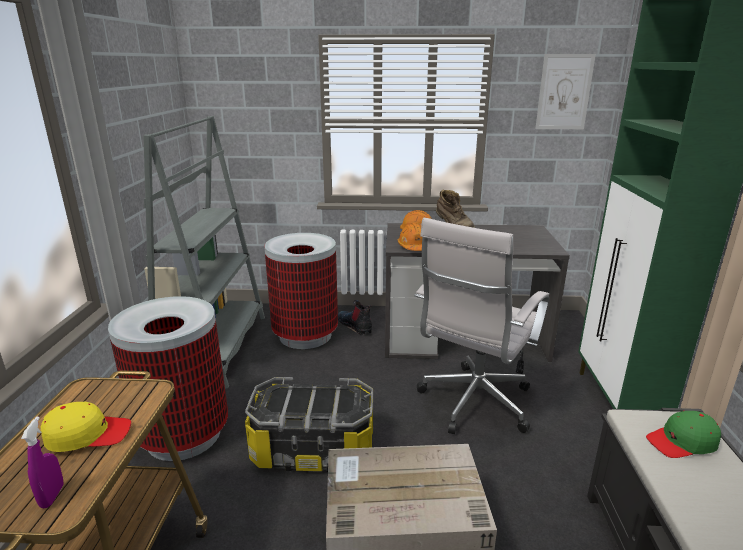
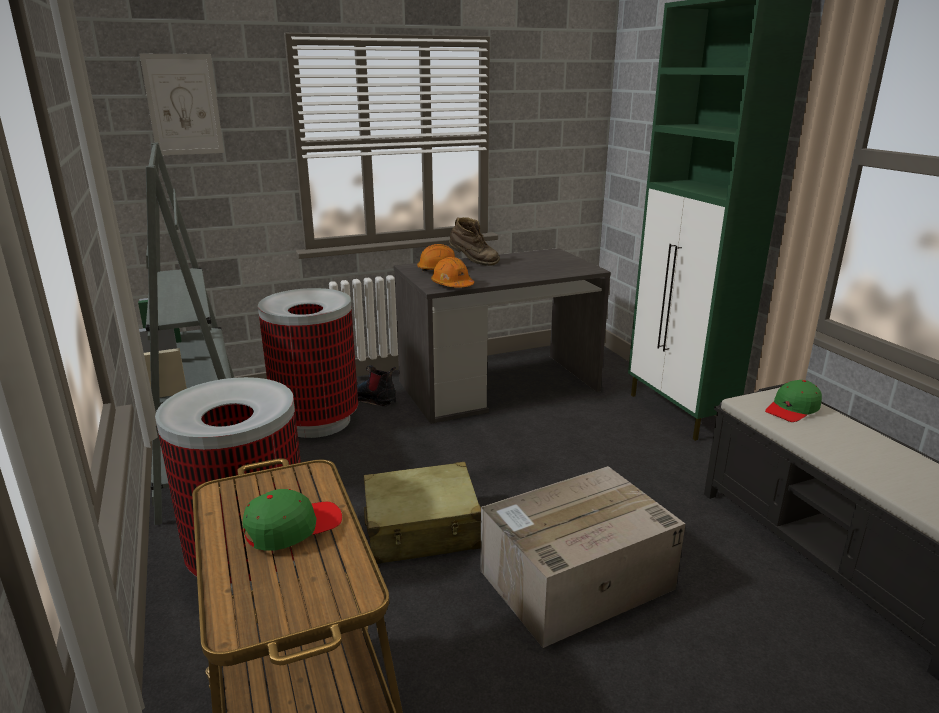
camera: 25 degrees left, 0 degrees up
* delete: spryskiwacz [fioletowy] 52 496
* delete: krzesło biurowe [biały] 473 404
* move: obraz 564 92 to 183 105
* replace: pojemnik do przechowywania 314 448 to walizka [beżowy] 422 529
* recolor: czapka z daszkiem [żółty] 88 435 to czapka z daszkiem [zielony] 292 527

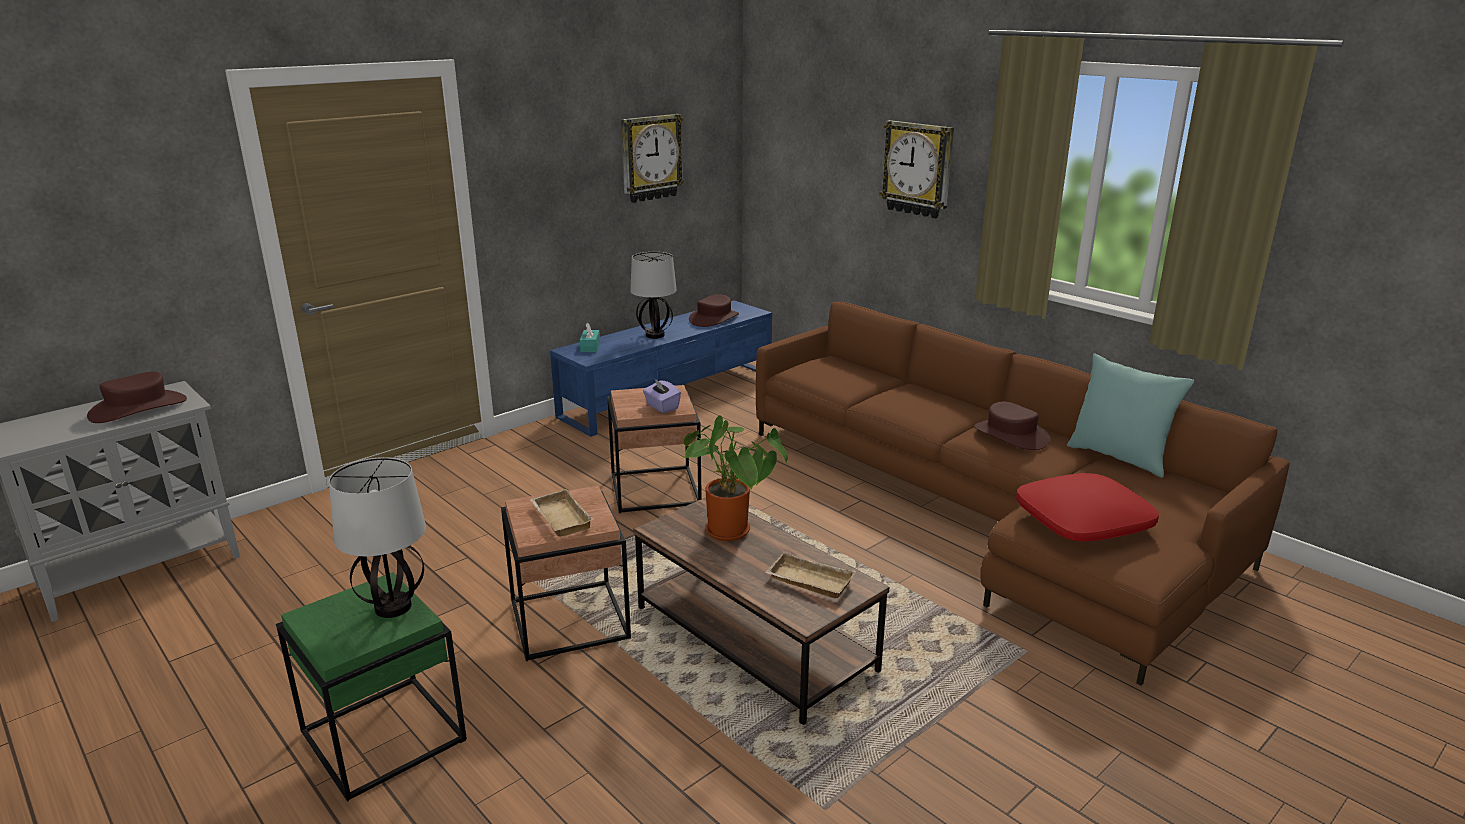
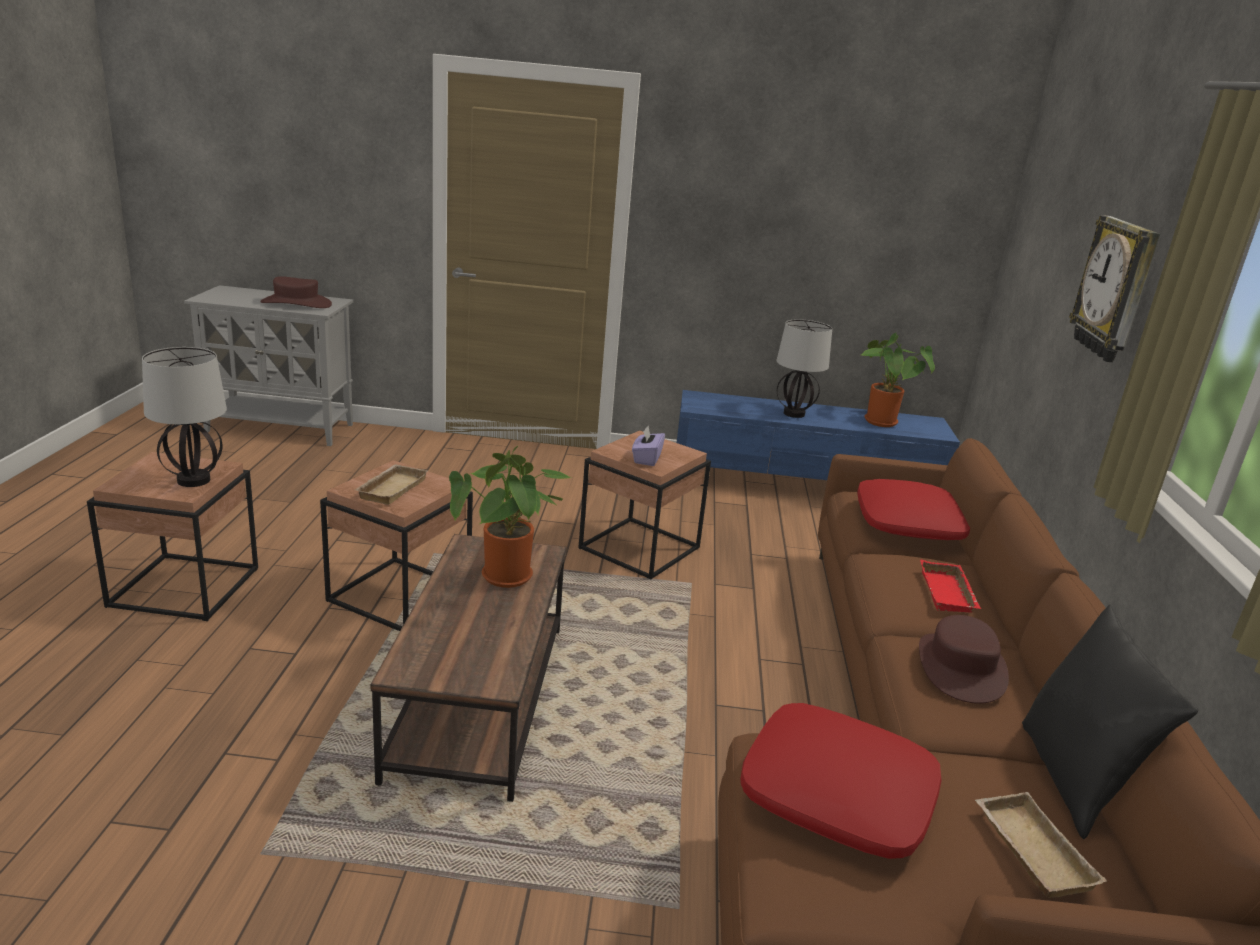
camera: 45 degrees right, 0 degrees up
* delete: pudełko chusteczek [turkusowy] 590 347
* delete: zegar ścienny 650 158
* insert: poduszka [czerwony] 909 523
* insert: taca [czerwony] 949 593
* move: taca [beżowy] 808 582 to 1029 850
* replace: kapelusz [brązowy] 714 318 to roślina doniczkowa 883 423
* recolor: stolik [zielony] 381 736 to stolik [brązowy] 184 586
* recolor: poduszka [turkusowy] 1119 457 to poduszka [czarny] 1074 779

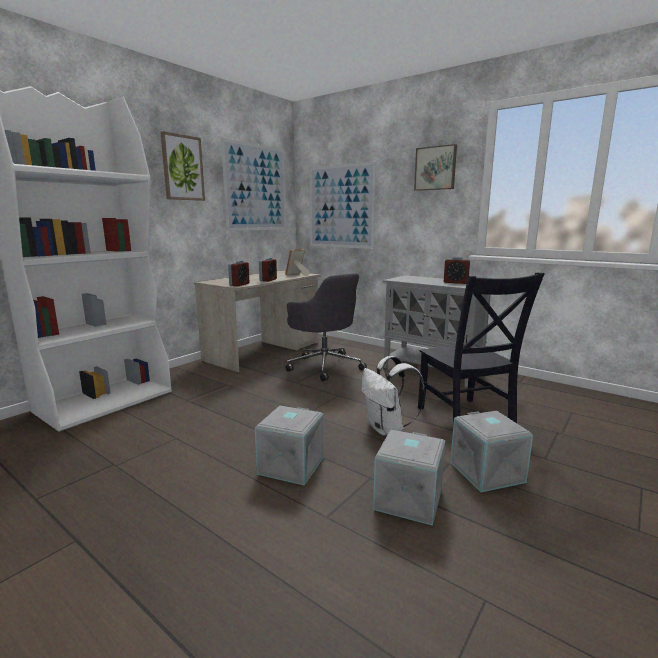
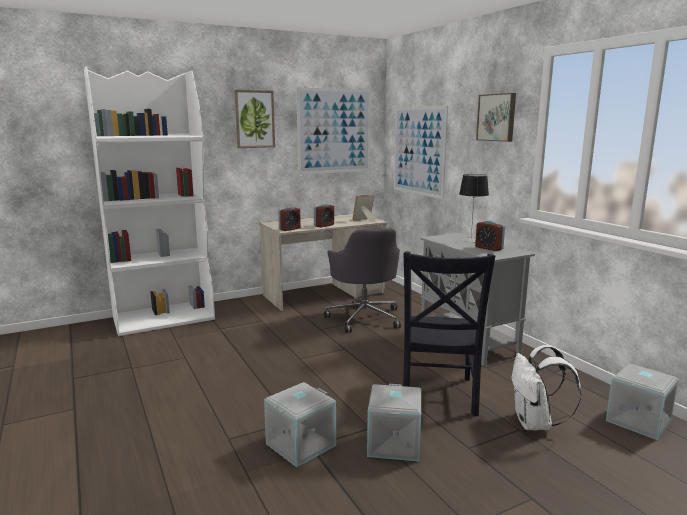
camera: 25 degrees right, 0 degrees up
* insert: lampa stołowa 471 240
* move: pojemnik do przechowywania [szary] 290 465 to 637 420
* move: plecak [biały] 387 429 to 535 424

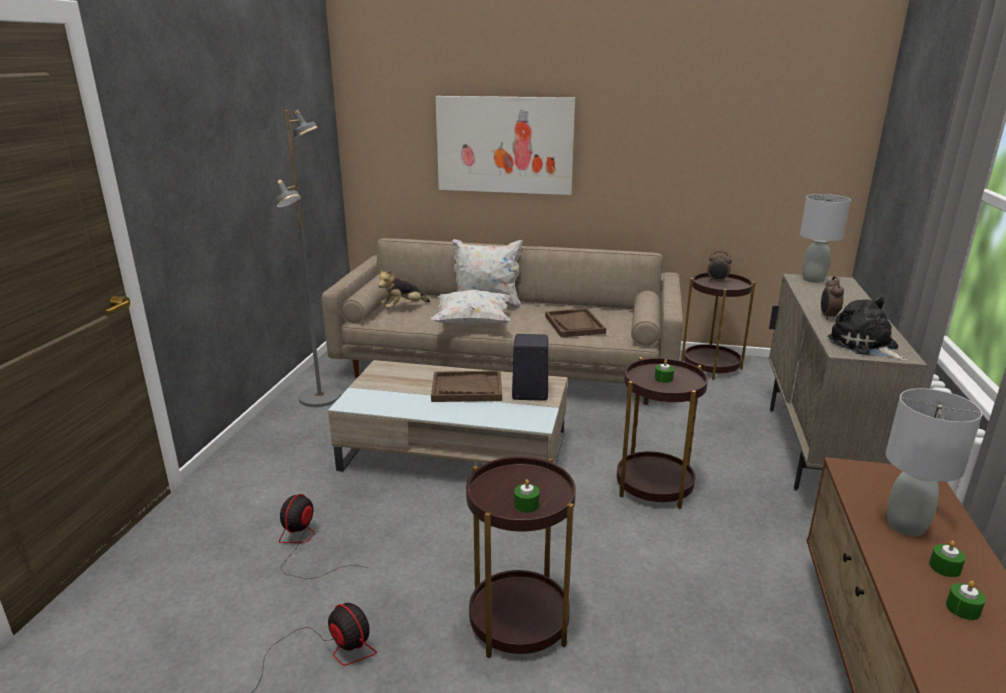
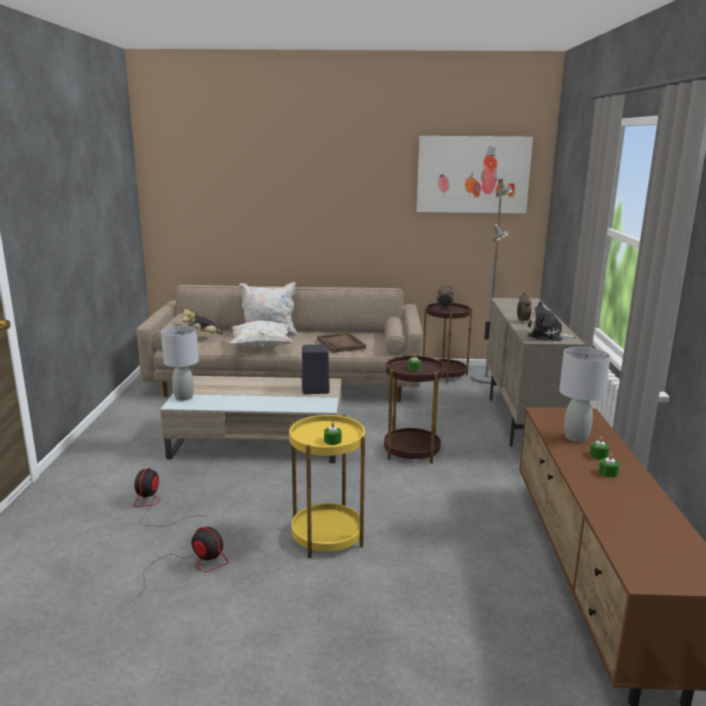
camera: 10 degrees left, 5 degrees down
* delete: taca [brązowy] 466 389
* move: lampa stojąca [szary] 321 397 to 487 378
* move: obraz 504 145 to 473 174
* move: lampa stołowa [szary] 813 280 to 183 397
* recolor: stolik [brązowy] 519 622 to stolik [żółty] 327 536
* rotate: pluszak 865 345 = 546 336 45 degrees counterclockwise

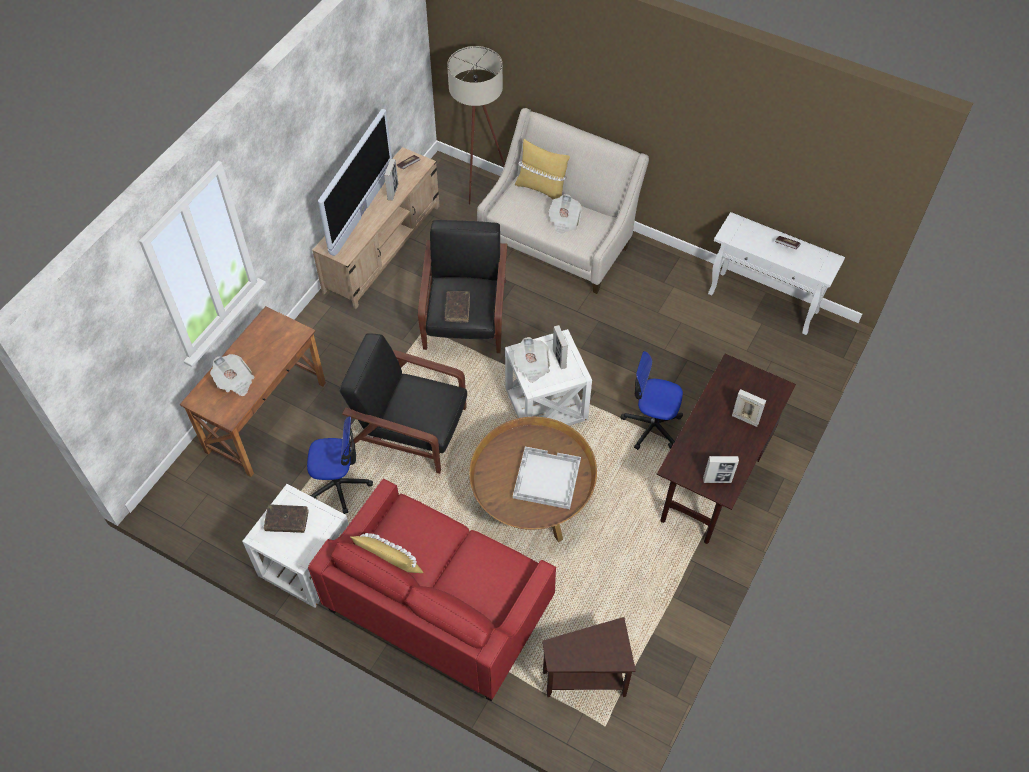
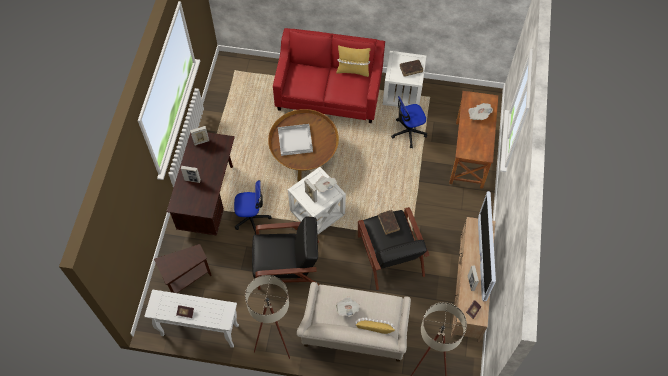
camera: 160 degrees right, 5 degrees up
* insert: lampa stojąca [beżowy] 275 339
* move: fotel [czarny] 410 428 to 287 265
* move: stolik [brązowy] 587 678 to 186 280

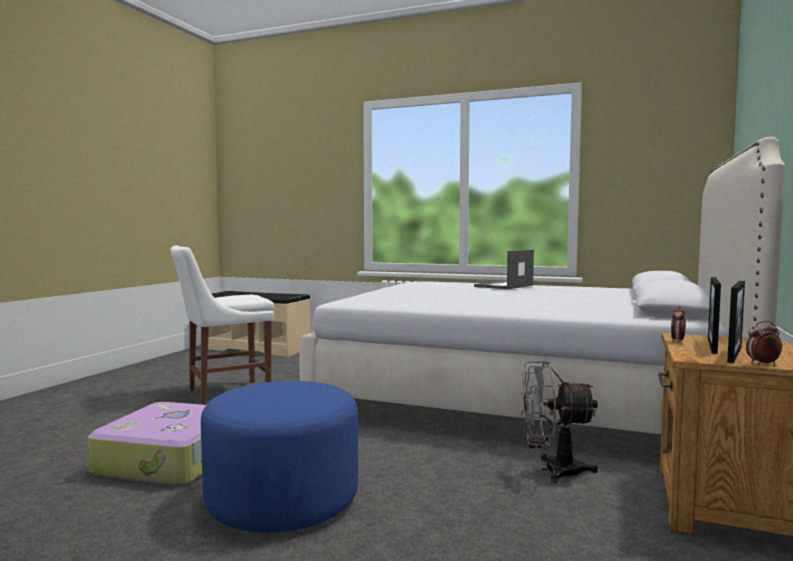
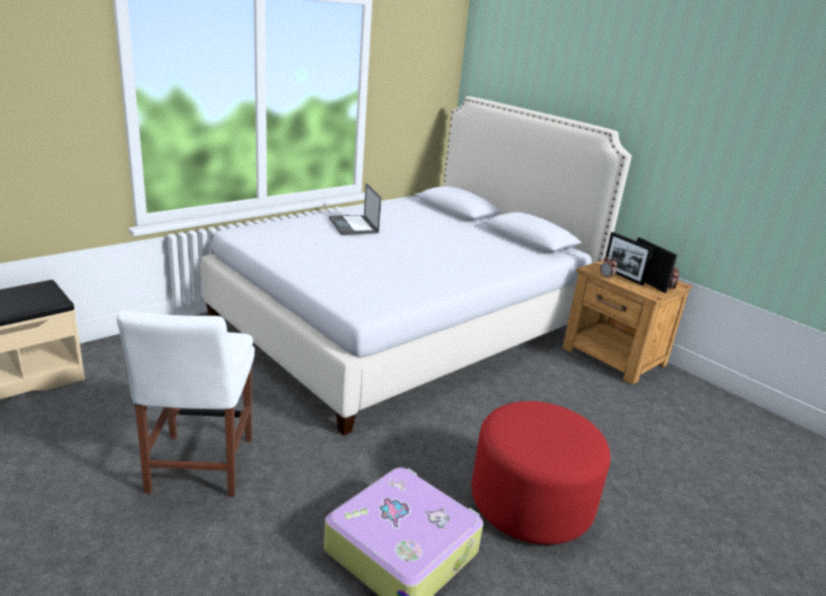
camera: 65 degrees left, 20 degrees up
* delete: wentylator [szary] 553 470
* recolor: pufa [niebieski] 282 499 to pufa [czerwony] 530 503

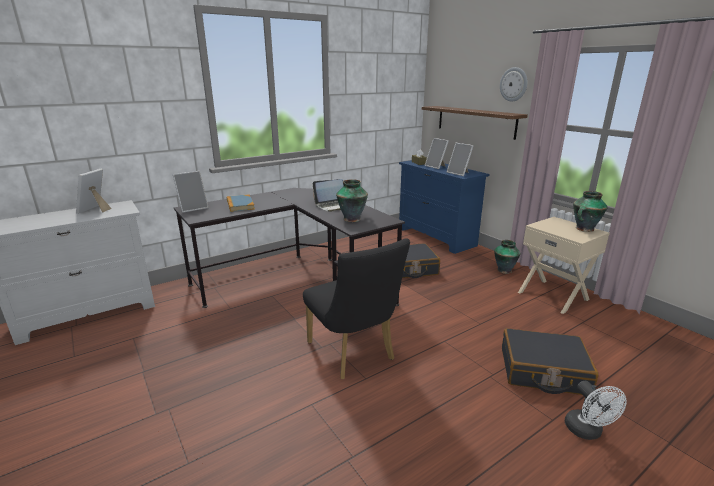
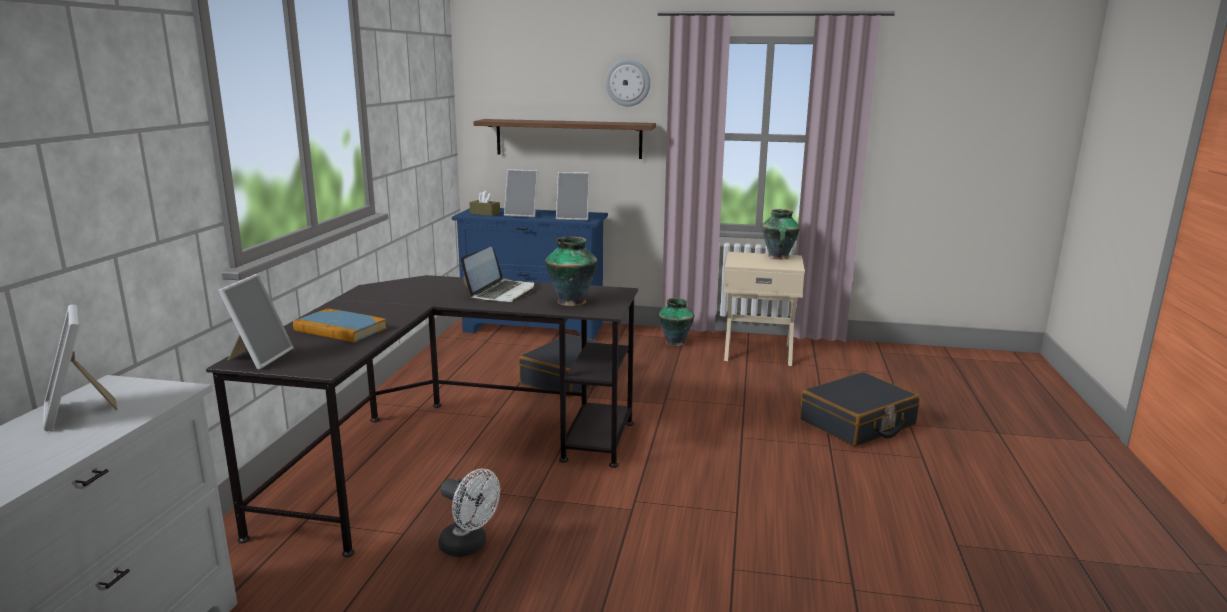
camera: 45 degrees left, 5 degrees down
* delete: krzesło [czarny] 354 354
* move: wentylator [biały] 587 432 to 469 546

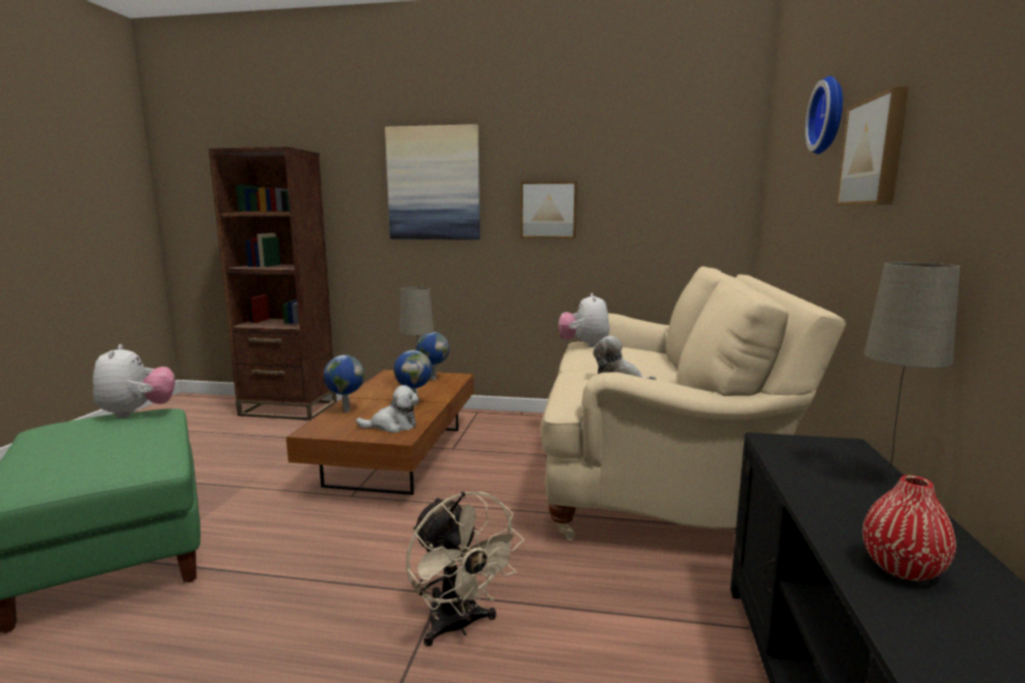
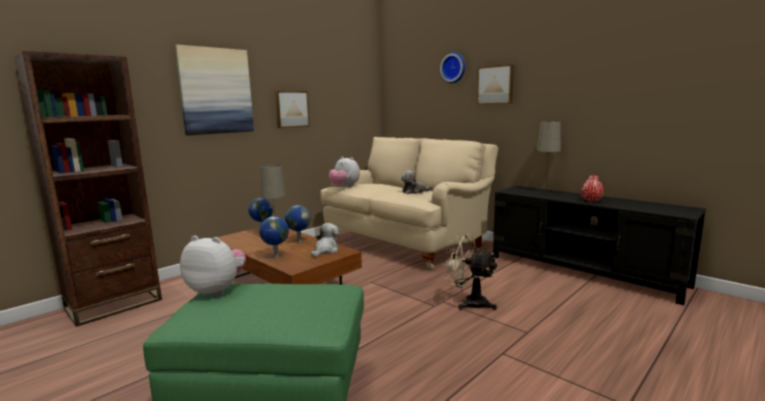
camera: 55 degrees left, 0 degrees up
* rotate: wentylator [beżowy] 458 626 = 469 302 150 degrees counterclockwise

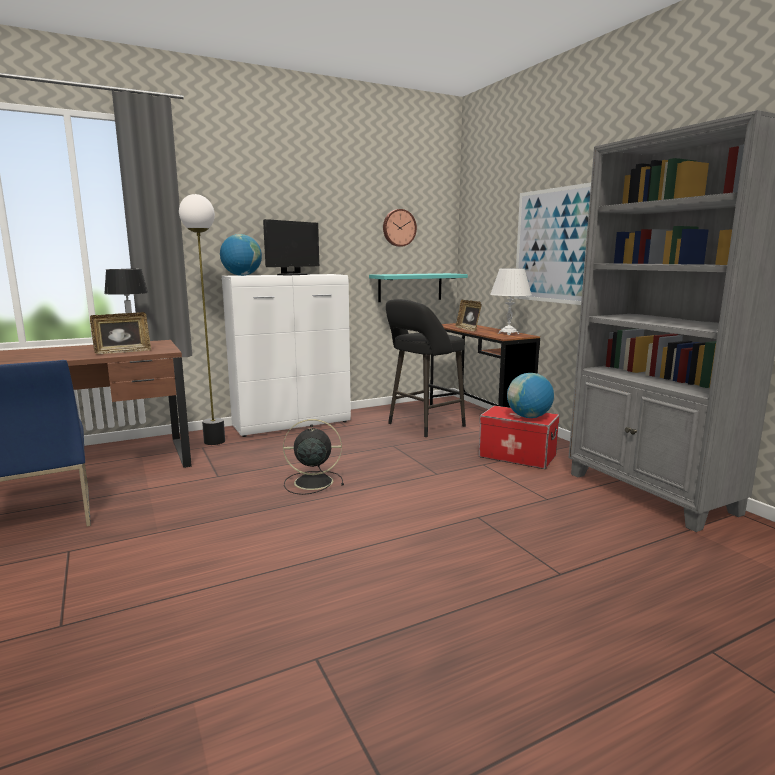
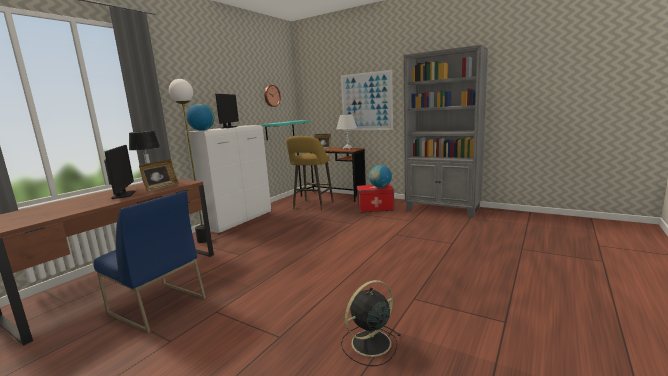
camera: 30 degrees left, 0 degrees up
* insert: monitor 123 195
* move: wentylator [czarny] 311 482 to 369 344
* recolor: stołek [czarny] 423 426 to stołek [żółty] 312 206

